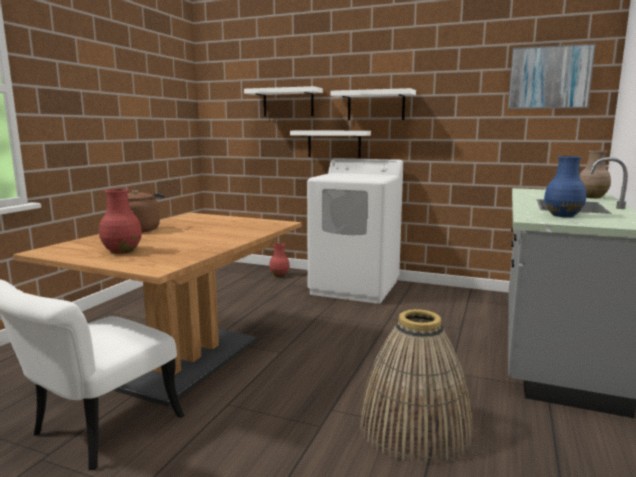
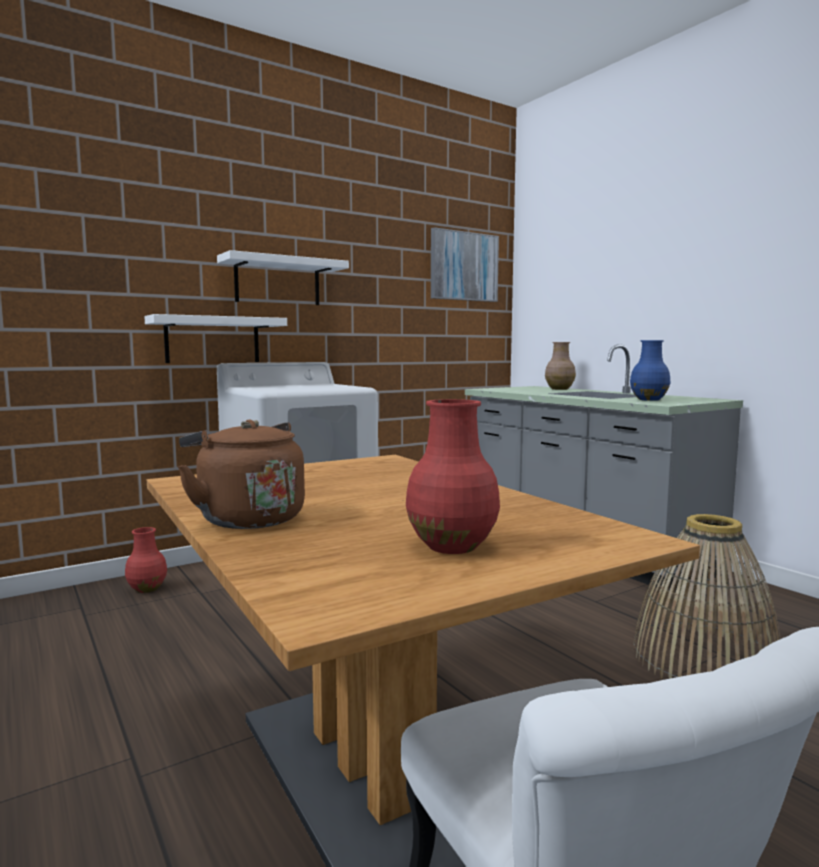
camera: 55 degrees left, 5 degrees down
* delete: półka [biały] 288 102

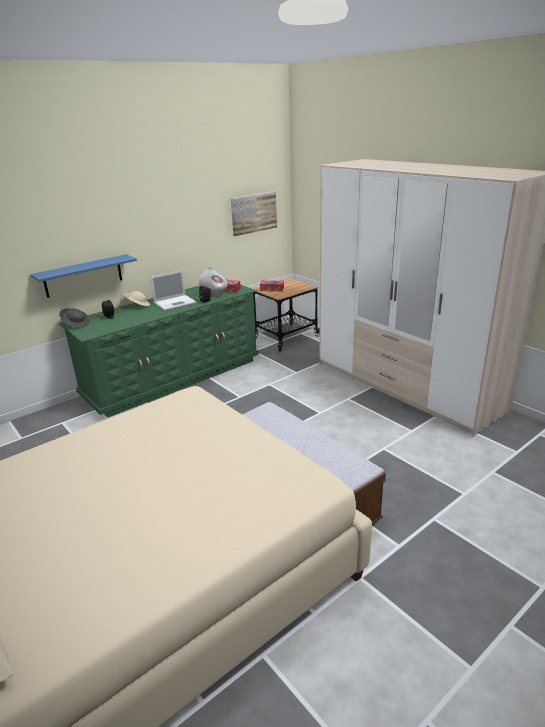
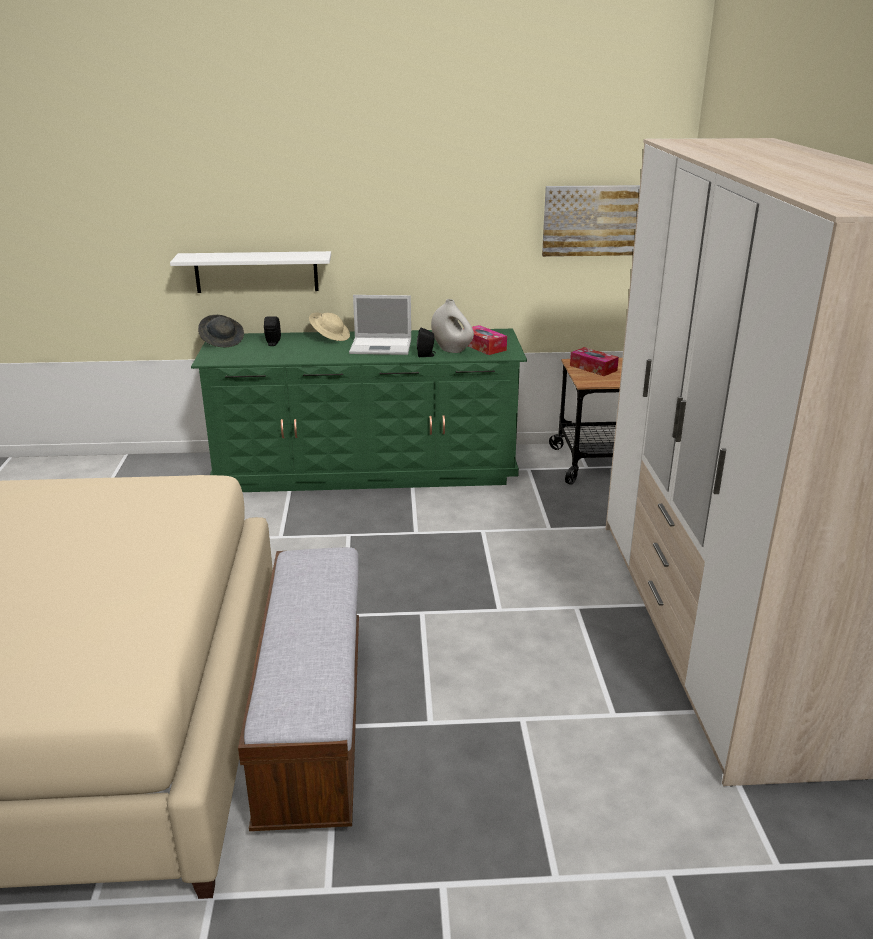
camera: 35 degrees right, 0 degrees up
* recolor: półka [niebieski] 83 276 to półka [biały] 256 272

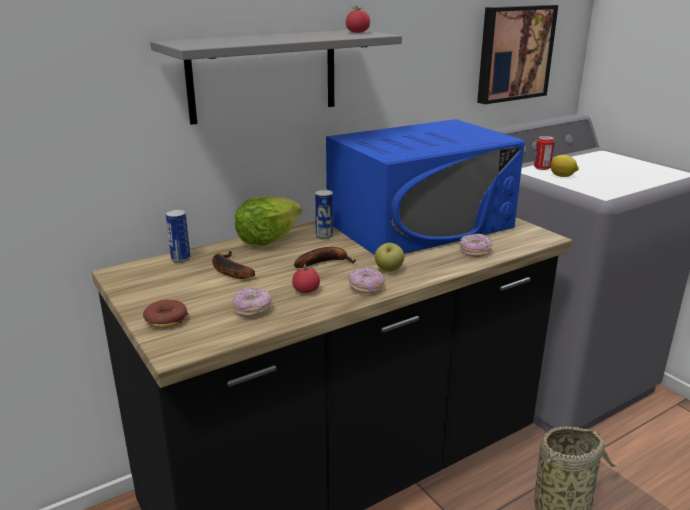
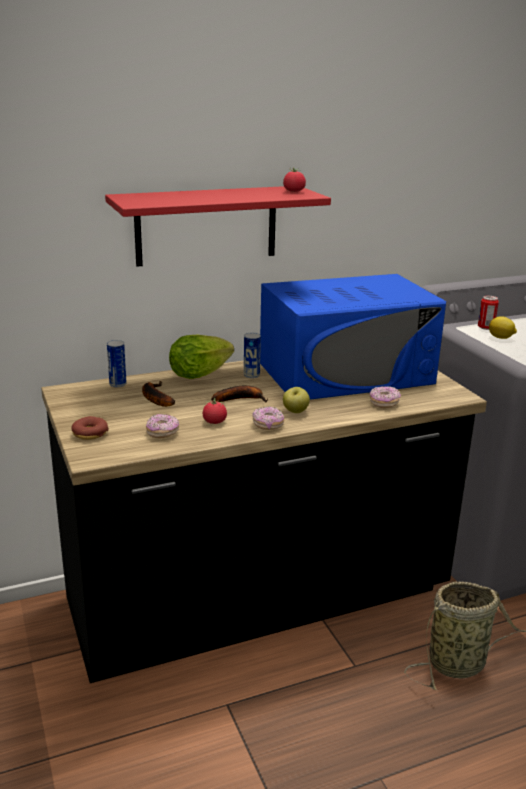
camera: 10 degrees right, 0 degrees up
* delete: obraz 513 53
* recolor: półka [szary] 264 75 to półka [czerwony] 206 225

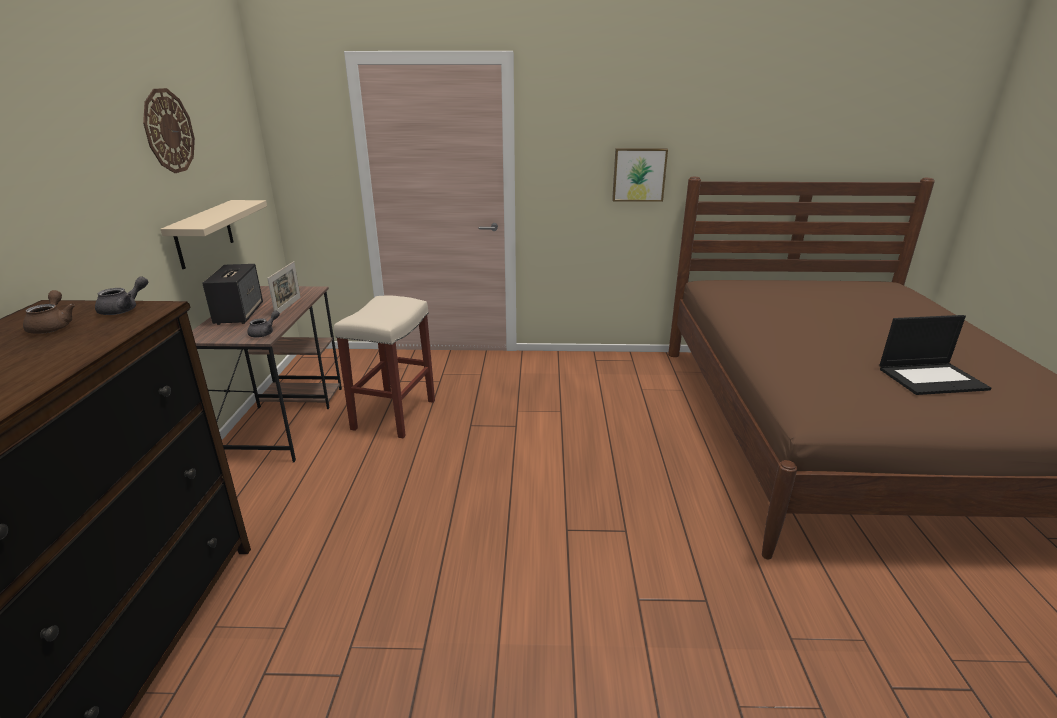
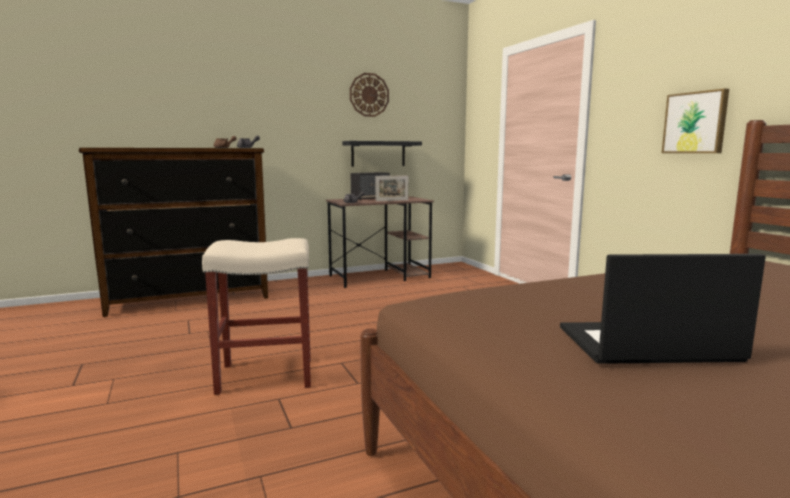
camera: 65 degrees right, 15 degrees down
* move: stołek [beżowy] 394 415 to 264 376
* recolor: półka [beżowy] 204 234 to półka [czarny] 378 154
* rotate: laptop 932 378 = 645 345 120 degrees clockwise

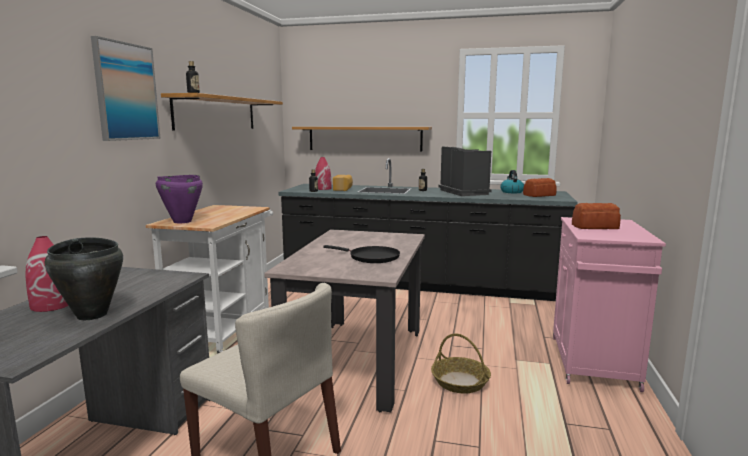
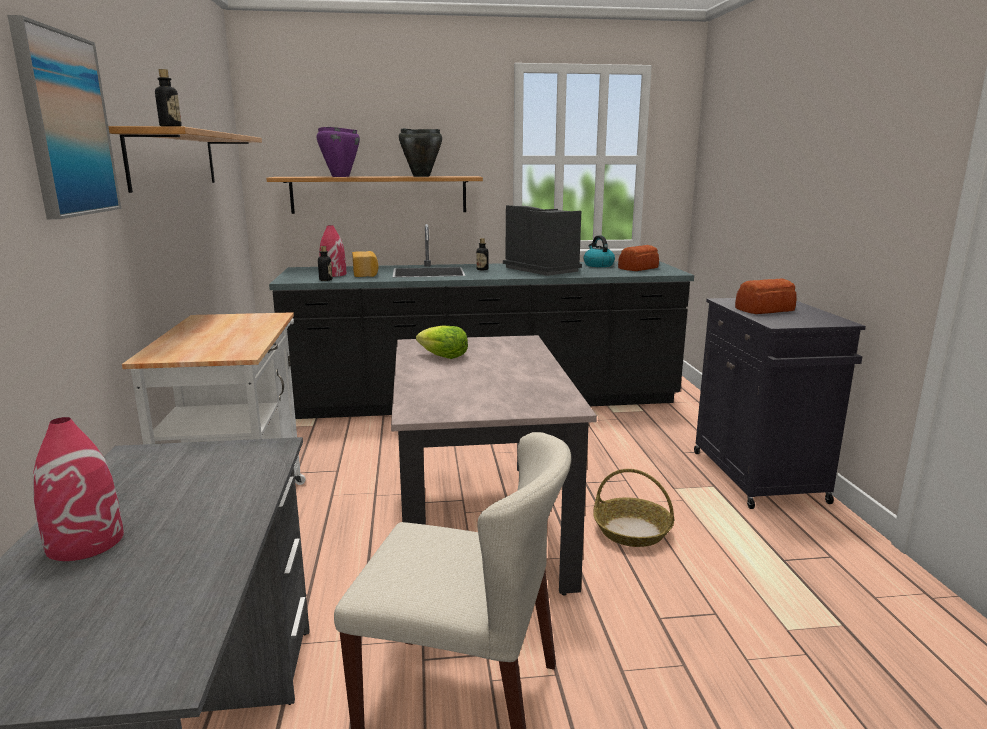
camera: 20 degrees left, 5 degrees up
* delete: patelnia [czarny] 371 257
* insert: sałata 443 356
* move: garnek [czarny] 92 315 to 421 176
* move: garnek [fioletowy] 182 221 to 340 176
* recolor: szafka [różowy] 593 364 to szafka [czarny] 759 478

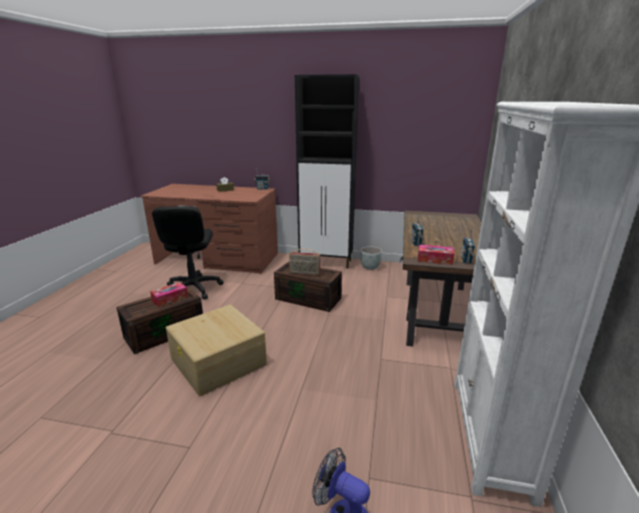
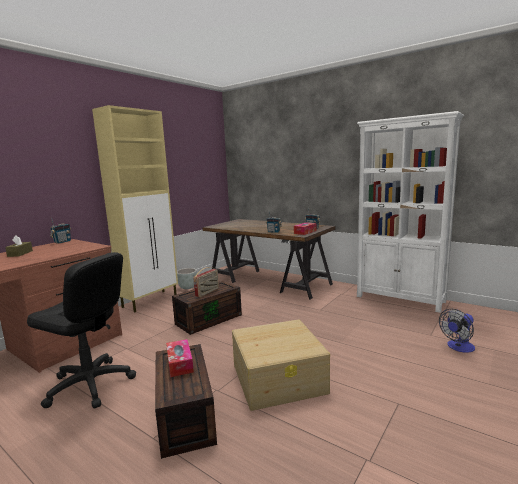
camera: 65 degrees left, 10 degrees down
* recolor: szafka [czarny] 326 262 to szafka [beżowy] 151 301

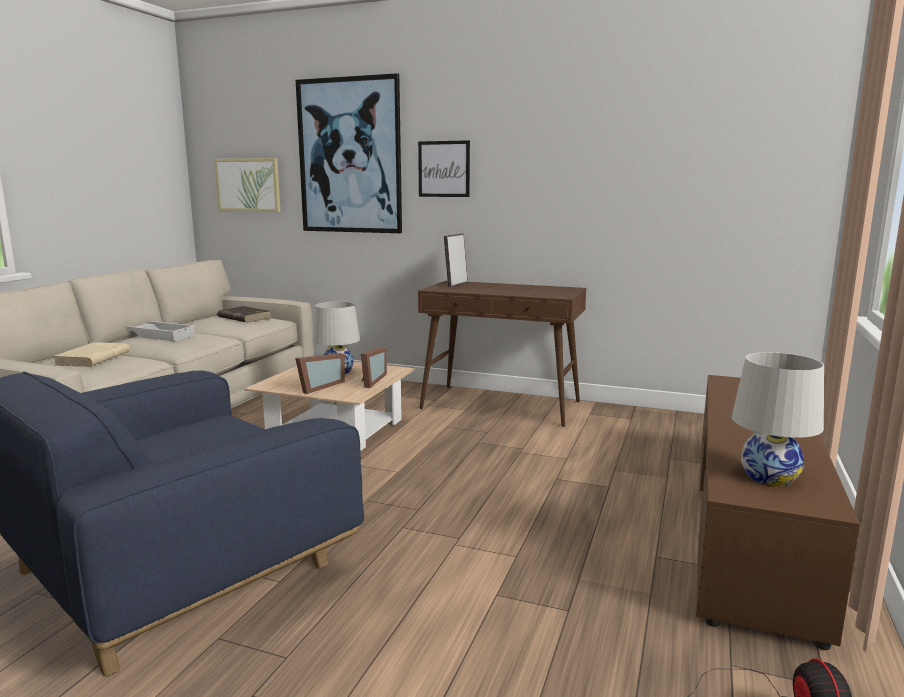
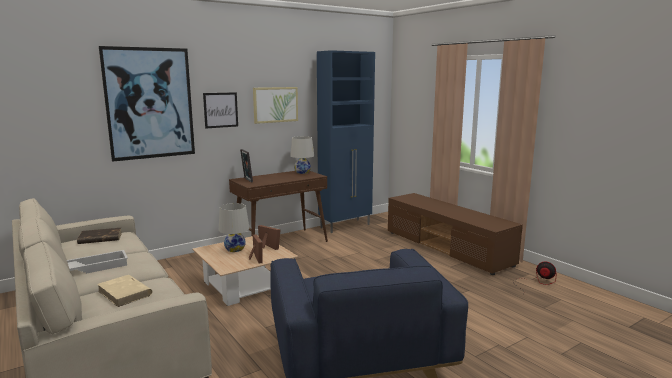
camera: 55 degrees left, 0 degrees up
* insert: szafka [niebieski] 346 226
* move: obraz 248 185 to 275 104
* move: lampa stołowa [biały] 769 476 to 302 172

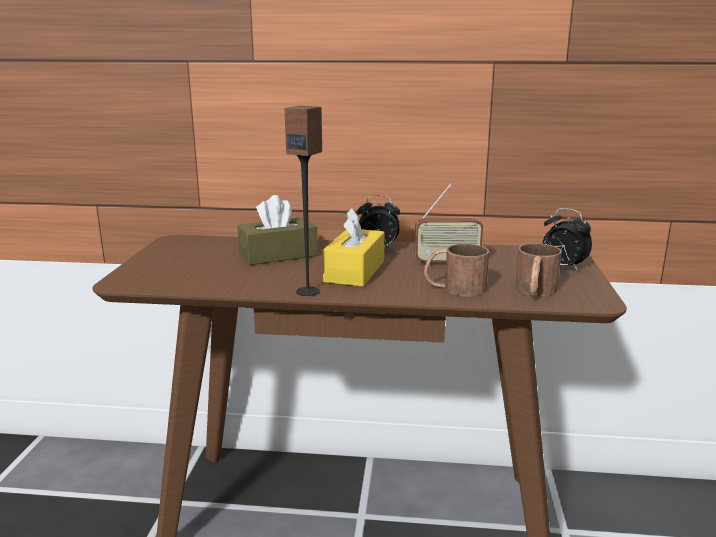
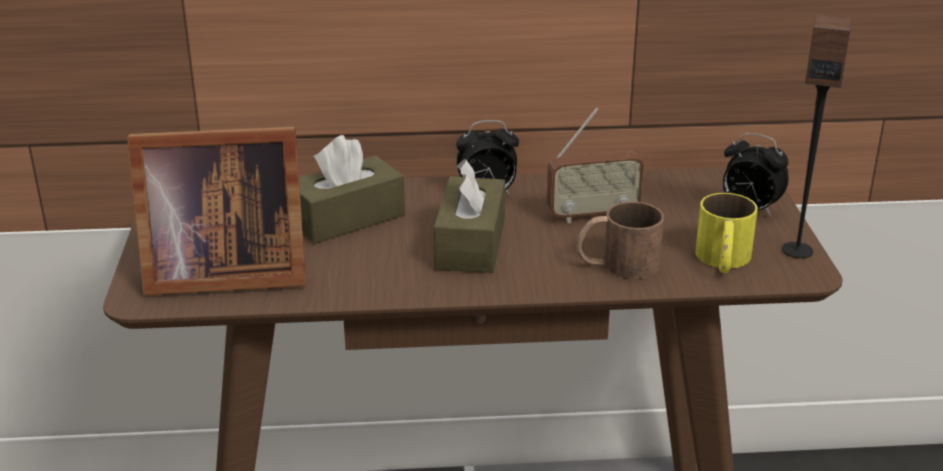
camera: 10 degrees left, 10 degrees up
* insert: ramka na zdjęcie 221 273
* move: głośnik 308 291 to 797 250
* recolor: pudełko chusteczek [żółty] 354 271 to pudełko chusteczek [brązowy] 470 244
* recolor: kubek [brązowy] 535 292 to kubek [żółty] 723 261

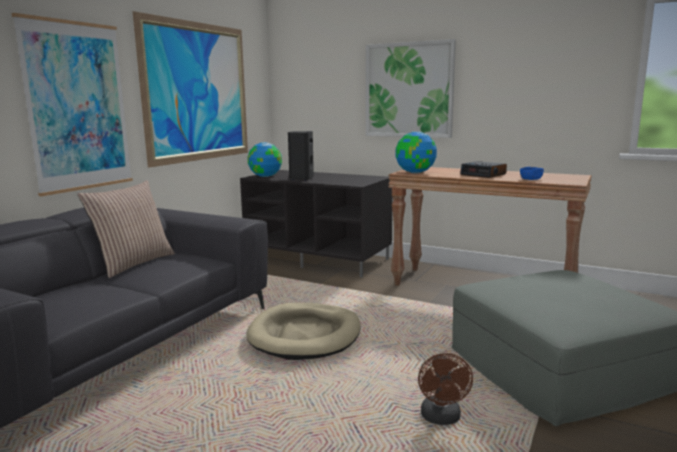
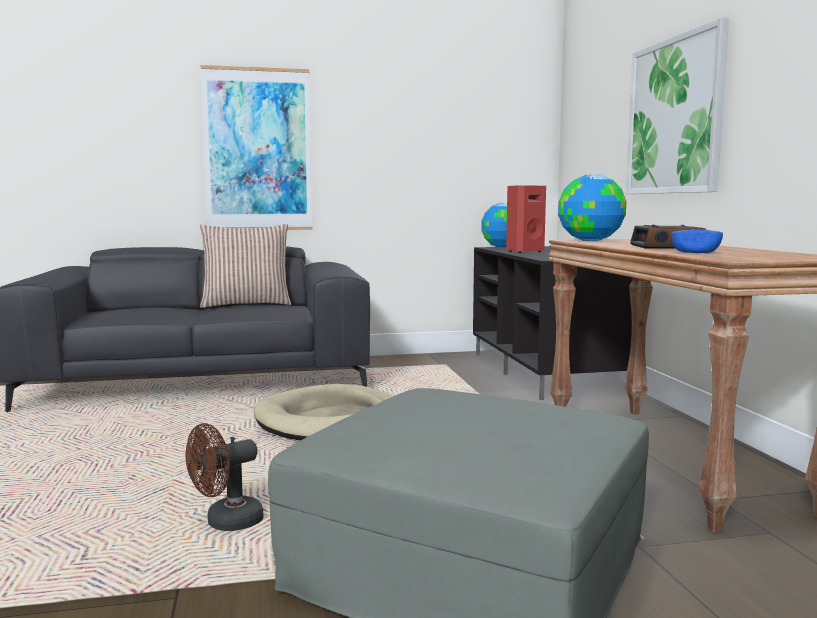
camera: 50 degrees right, 5 degrees down
* delete: obraz 198 92
* recolor: głośnik [czarny] 301 179 to głośnik [czerwony] 524 251

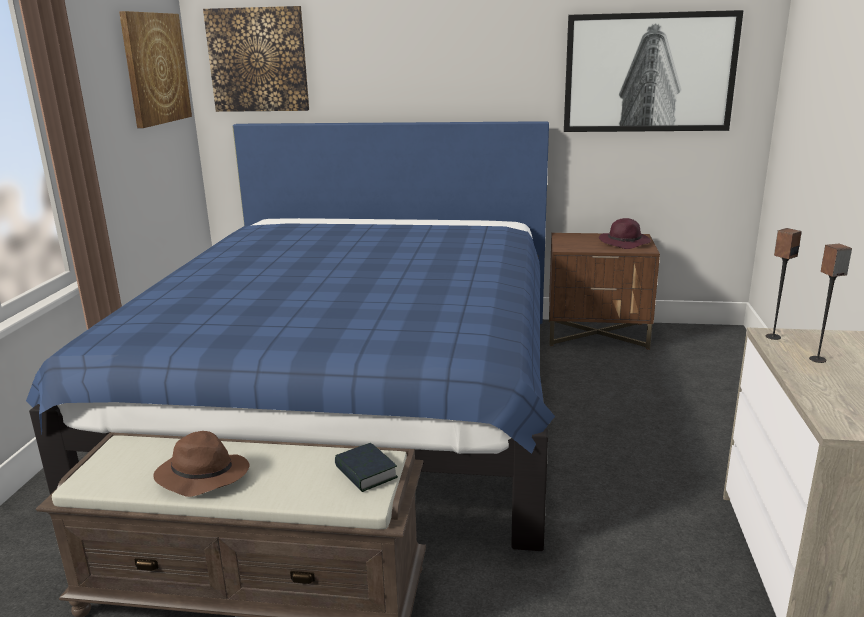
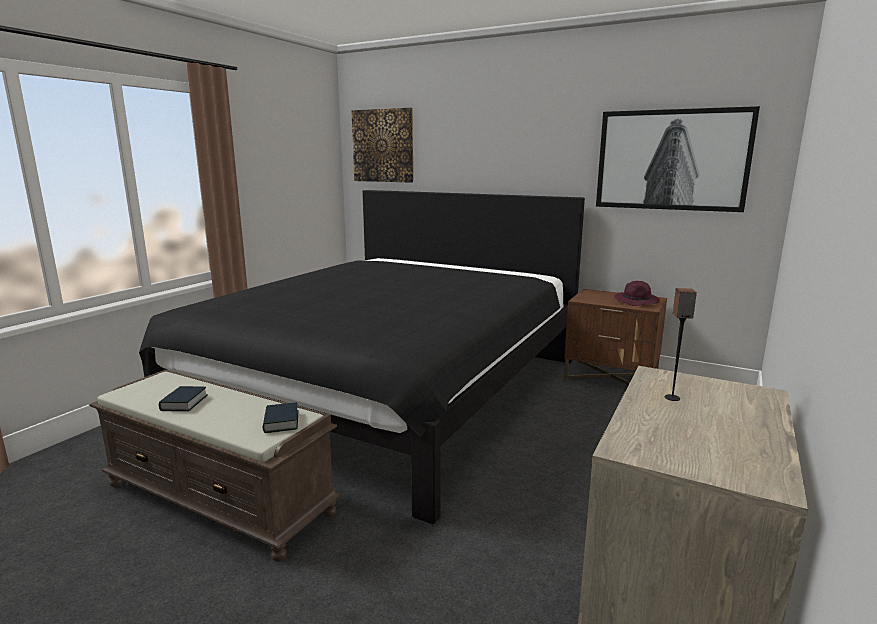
camera: 20 degrees right, 5 degrees down
* delete: obraz 155 68
* delete: głośnik 772 336
* replace: kapelusz [brązowy] 201 476 to książka 184 403
* recolor: łóżko [niebieski] 354 396 to łóżko [czarny] 388 389

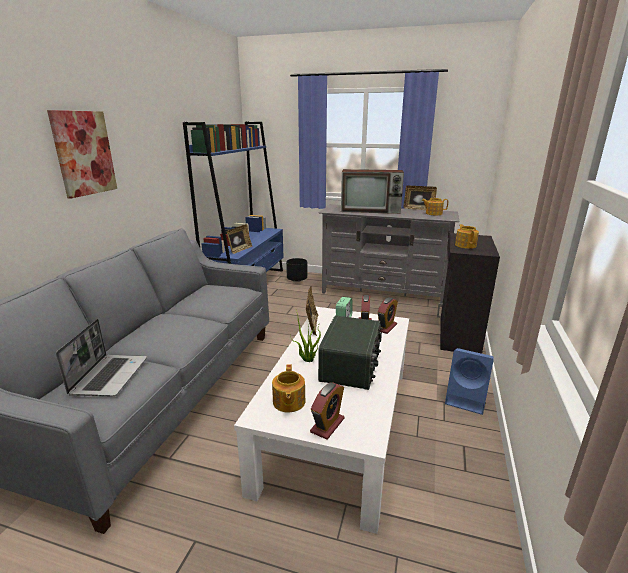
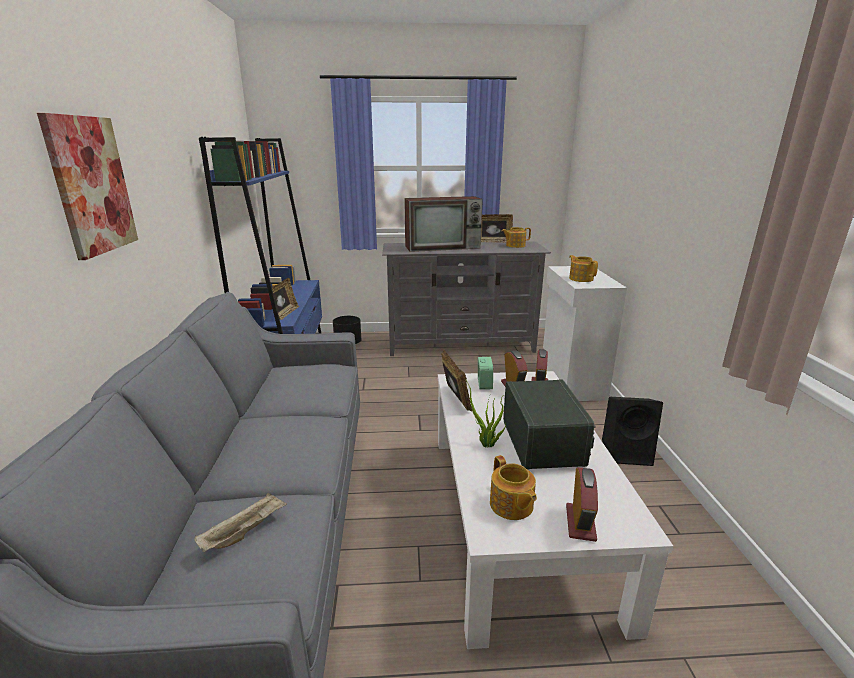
camera: 20 degrees left, 0 degrees up
* replace: laptop 109 376 to taca [beżowy] 245 532
* recolor: szafka [czarny] 458 335 to szafka [biały] 571 381
* recolor: głośnik [niebieski] 467 399 to głośnik [czarny] 627 452

